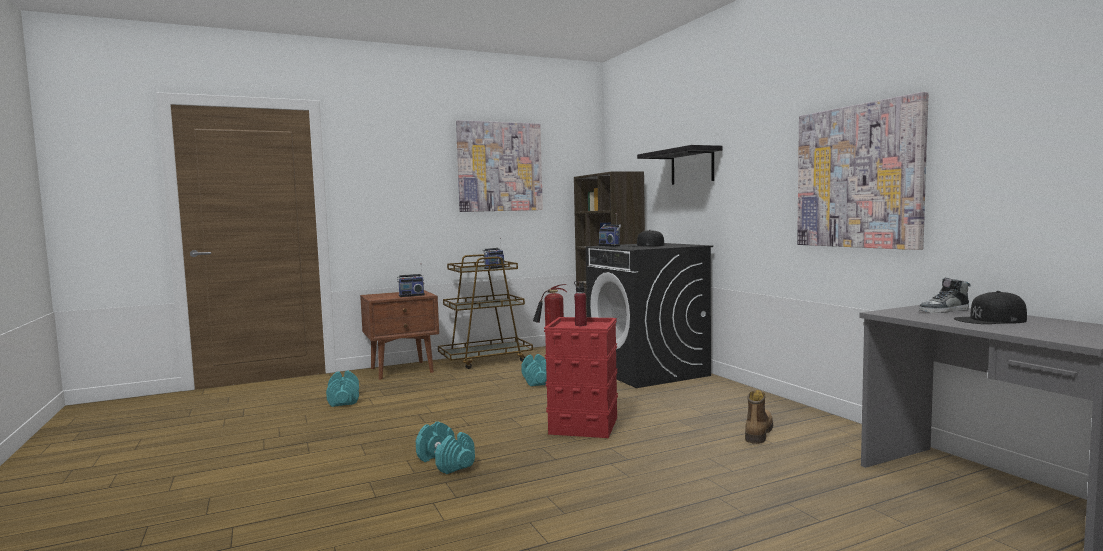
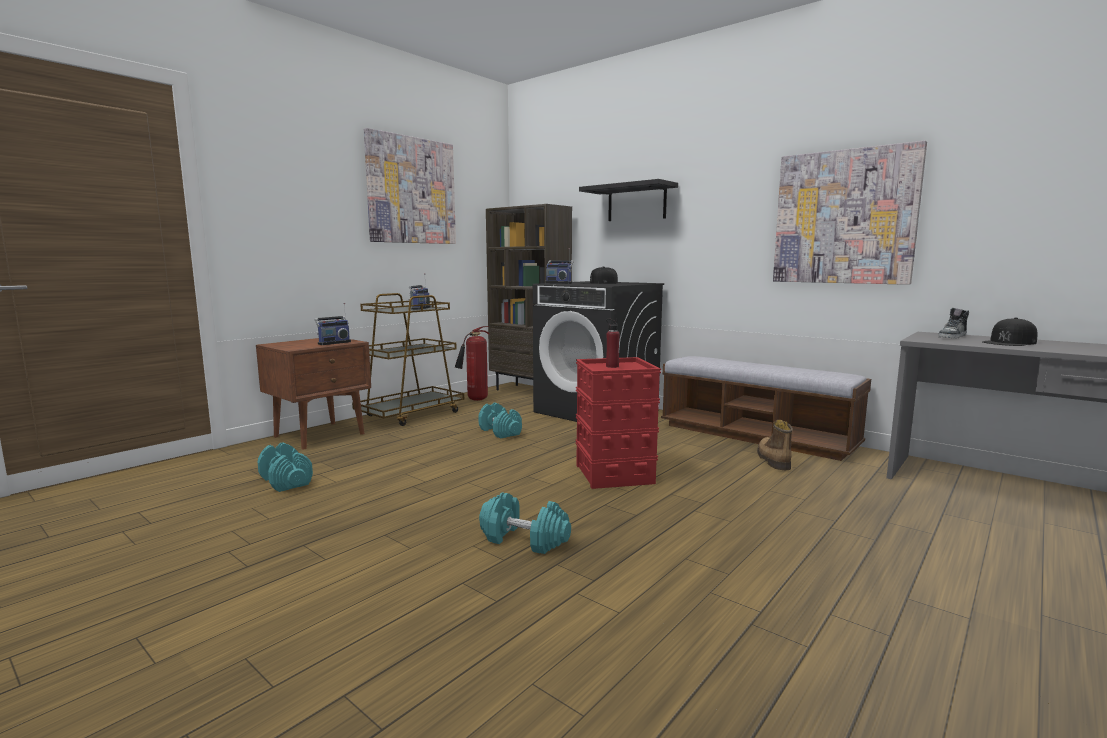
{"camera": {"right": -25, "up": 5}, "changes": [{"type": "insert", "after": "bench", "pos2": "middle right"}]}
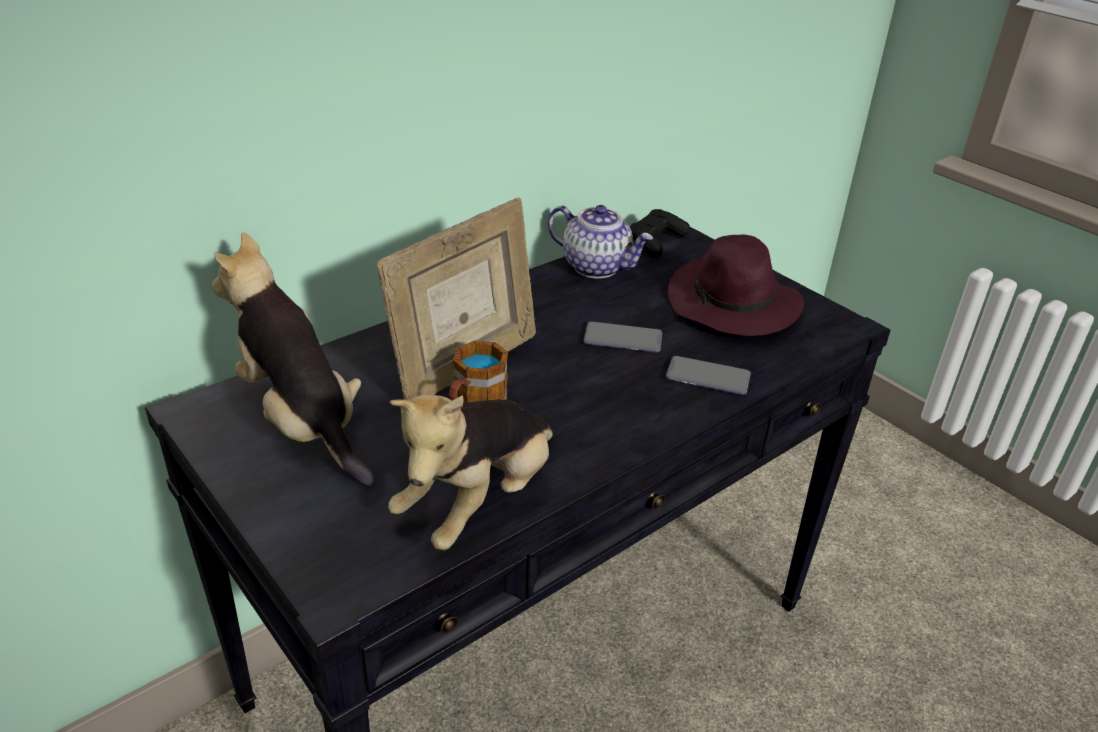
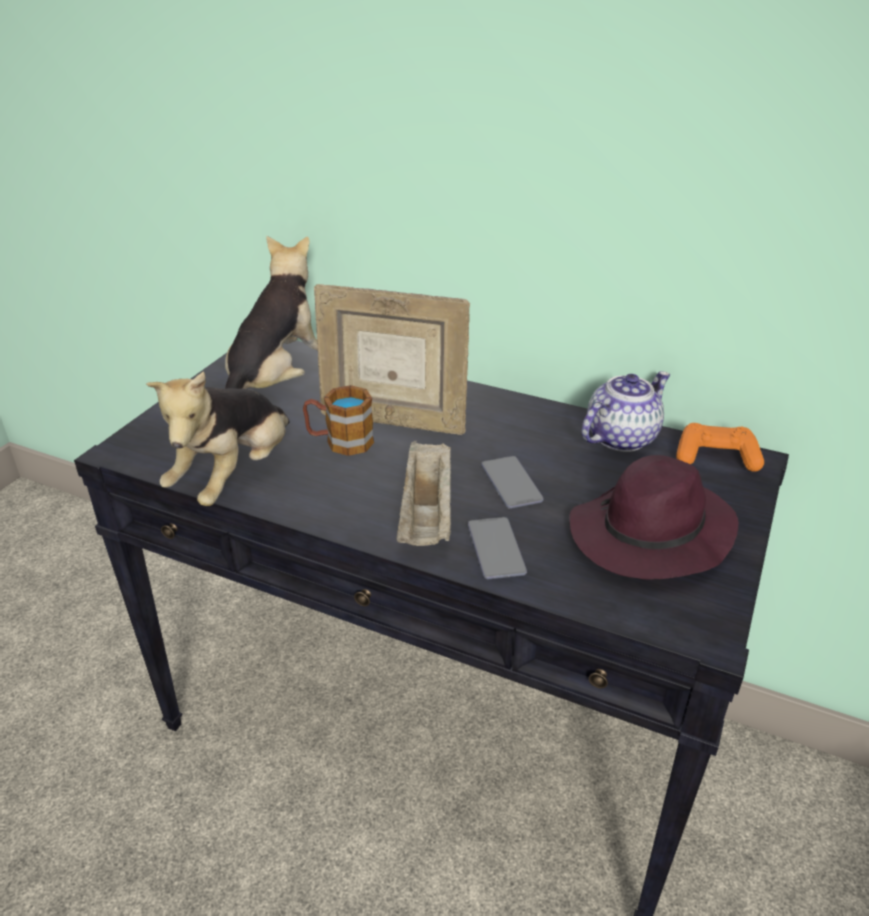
{"camera": {"right": 65, "up": 0}, "changes": [{"type": "insert", "after": "tray in beige", "pos2": "centre"}, {"type": "recolor", "before": "game controller in black", "after": "game controller in orange", "pos1": "top centre", "pos2": "middle right"}, {"type": "rotate", "before": "plush toy (2nd from left in the first image)", "pos1": "centre", "pos2": "middle left", "turn": -75}, {"type": "rotate", "before": "teapot", "pos1": "top centre", "pos2": "middle right", "turn": -135}]}
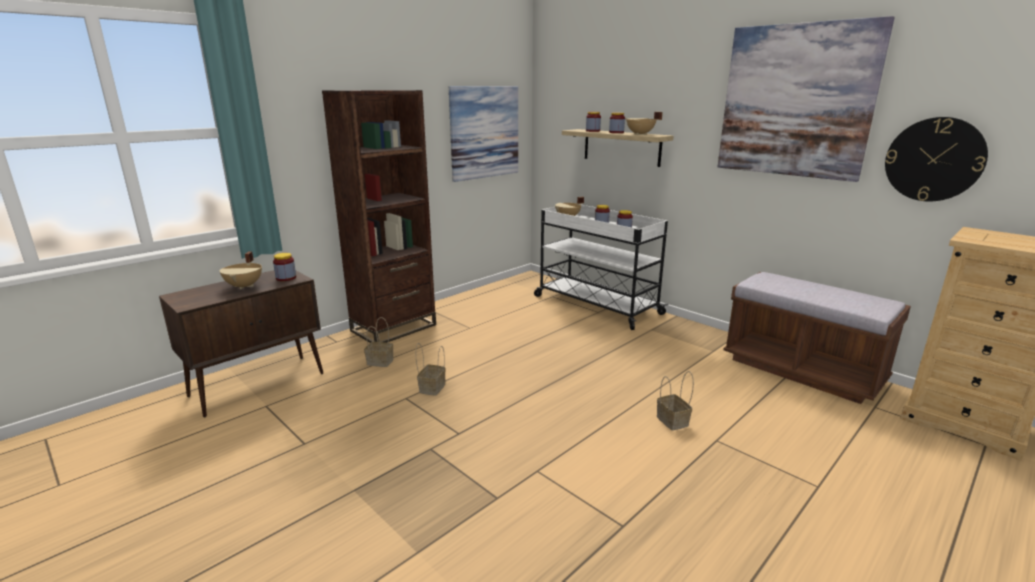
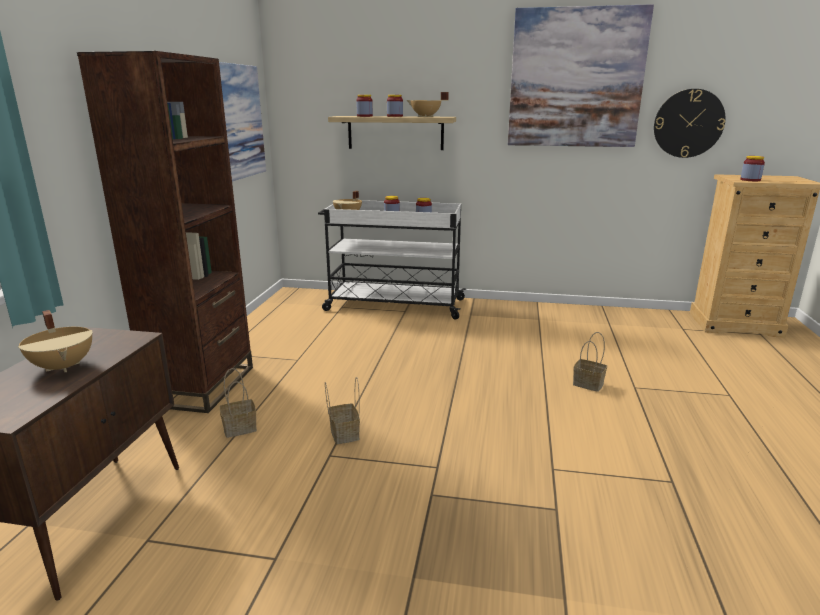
{"camera": {"right": -35, "up": 0}, "changes": [{"type": "delete", "before": "bench in brown", "pos1": "middle right"}, {"type": "move", "before": "jar (1st from left in the first image)", "after": "jar (5th from left)", "pos1": "middle left", "pos2": "top right"}]}
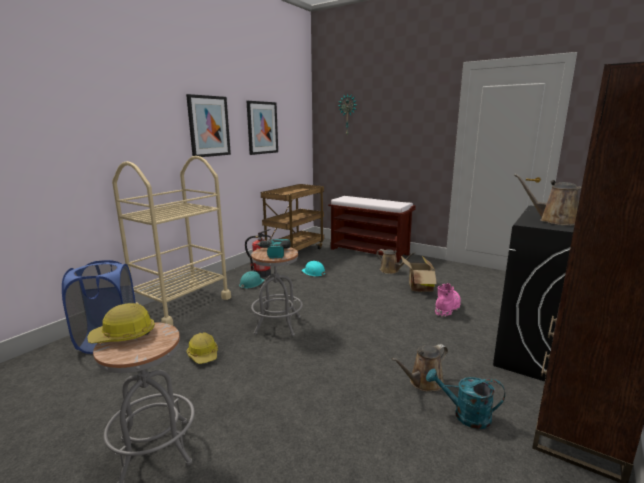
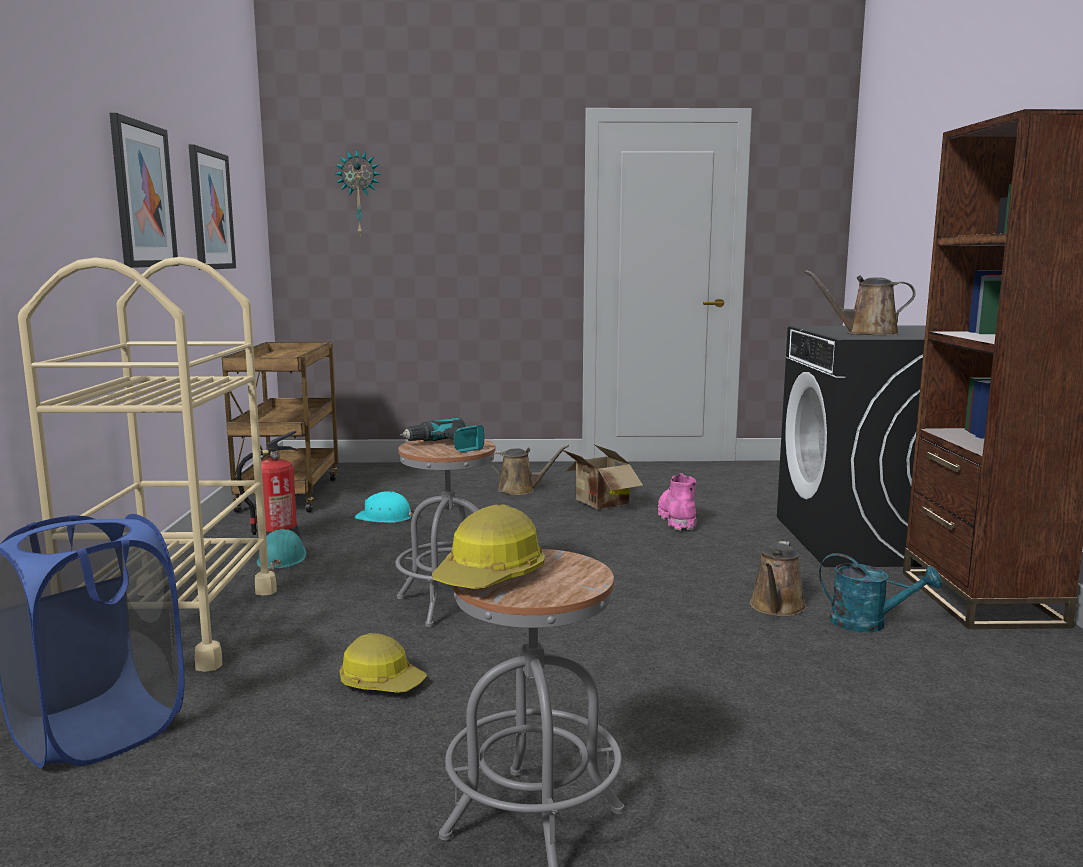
{"camera": {"right": -35, "up": -5}, "changes": [{"type": "delete", "before": "bench in brown", "pos1": "centre"}, {"type": "rotate", "before": "watering can in turquoise", "pos1": "bottom right", "pos2": "bottom right", "turn": -135}]}
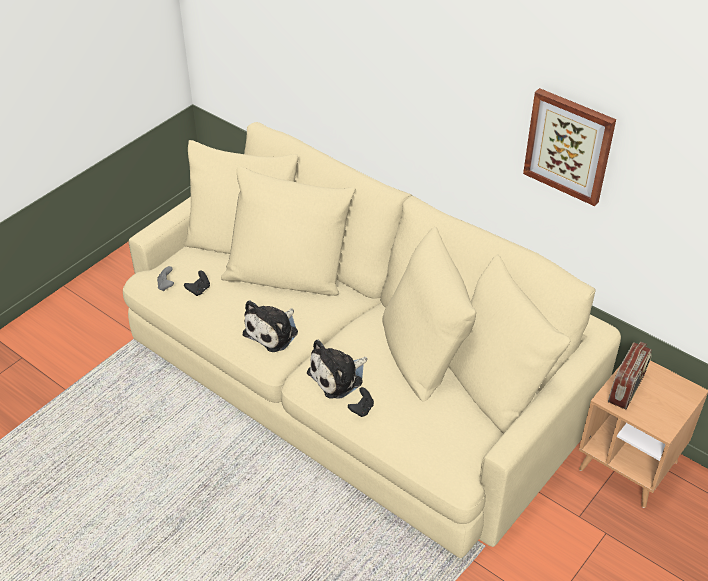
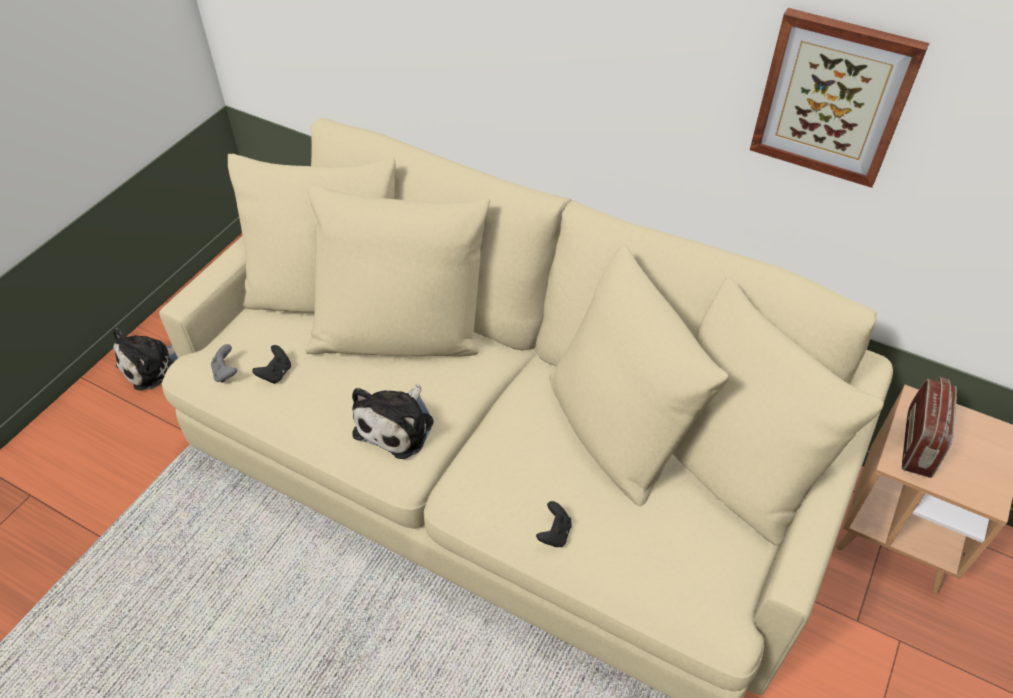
{"camera": {"right": -10, "up": 5}, "changes": [{"type": "move", "before": "plush toy (2nd from left in the first image)", "after": "plush toy (1st from left)", "pos1": "centre", "pos2": "middle left"}]}
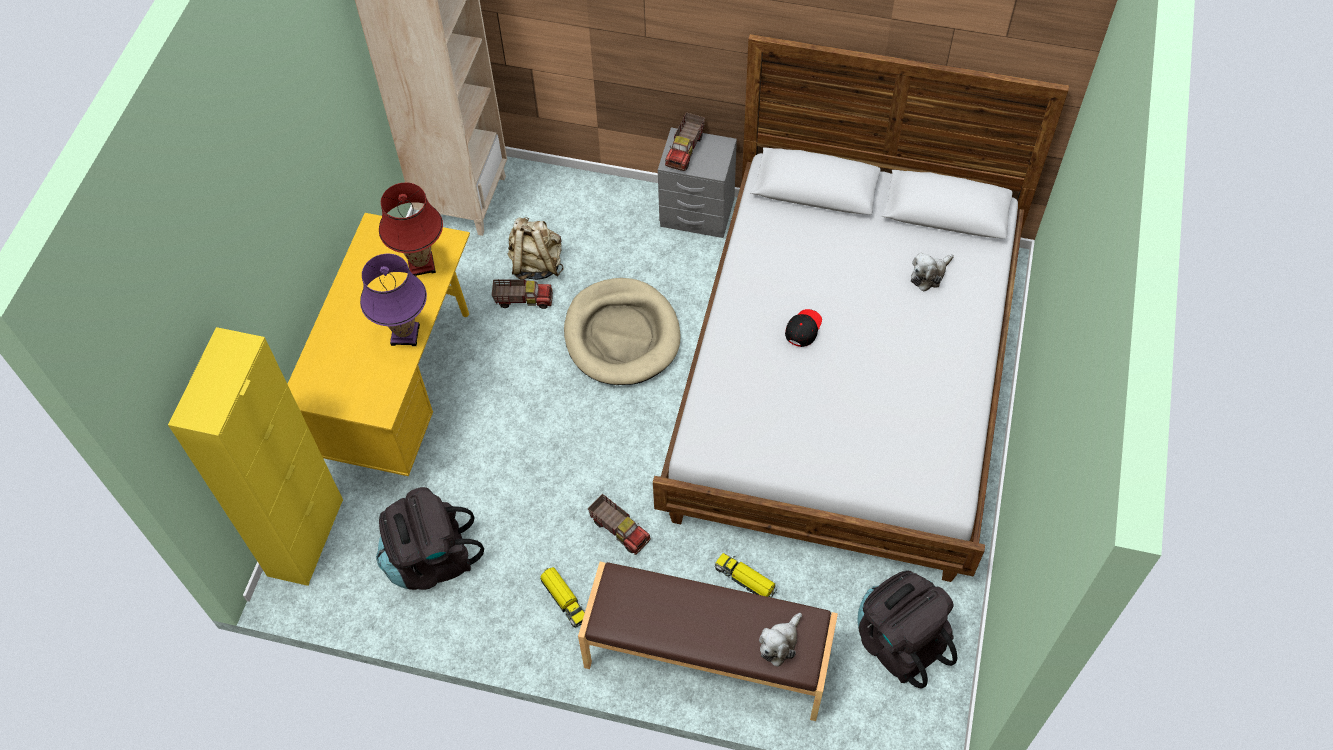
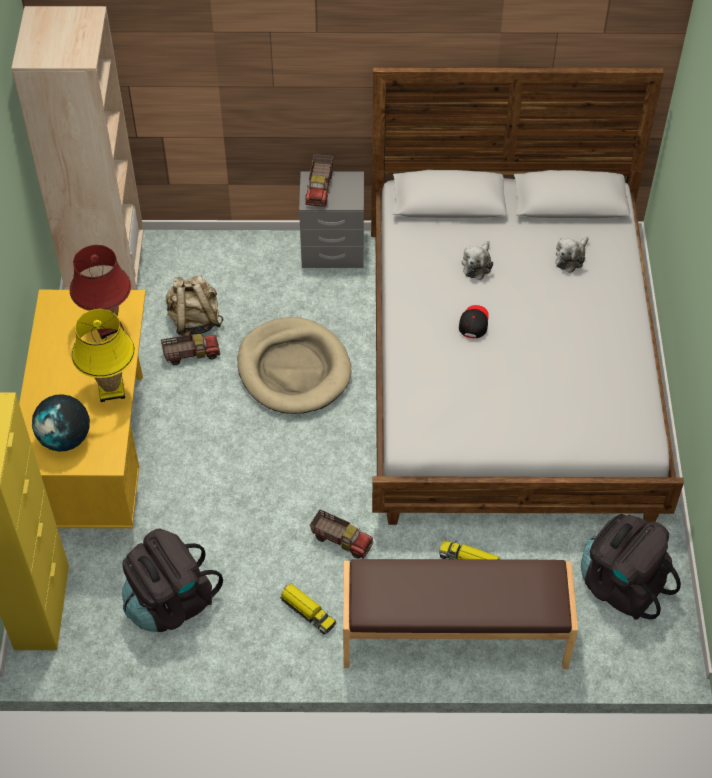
{"camera": {"right": -15, "up": -5}, "changes": [{"type": "insert", "after": "globe", "pos2": "middle left"}, {"type": "move", "before": "plush toy (1st from left)", "pos1": "bottom centre", "pos2": "middle right"}, {"type": "recolor", "before": "table lamp in purple", "after": "table lamp in yellow", "pos1": "middle left", "pos2": "middle left"}]}
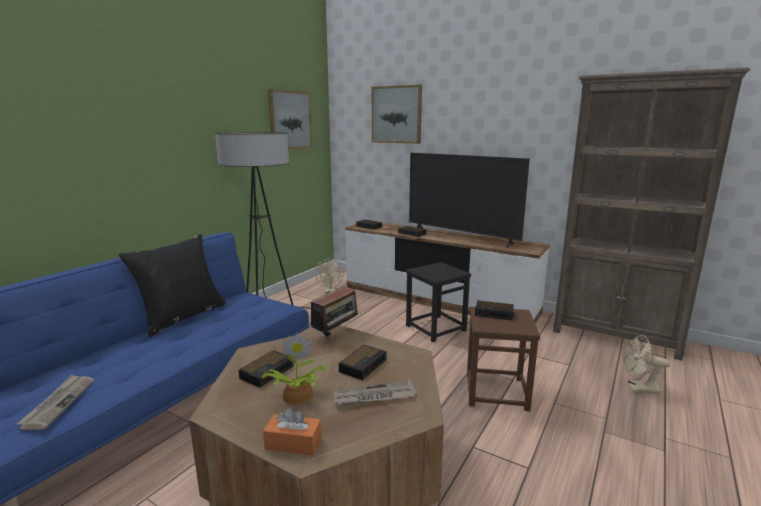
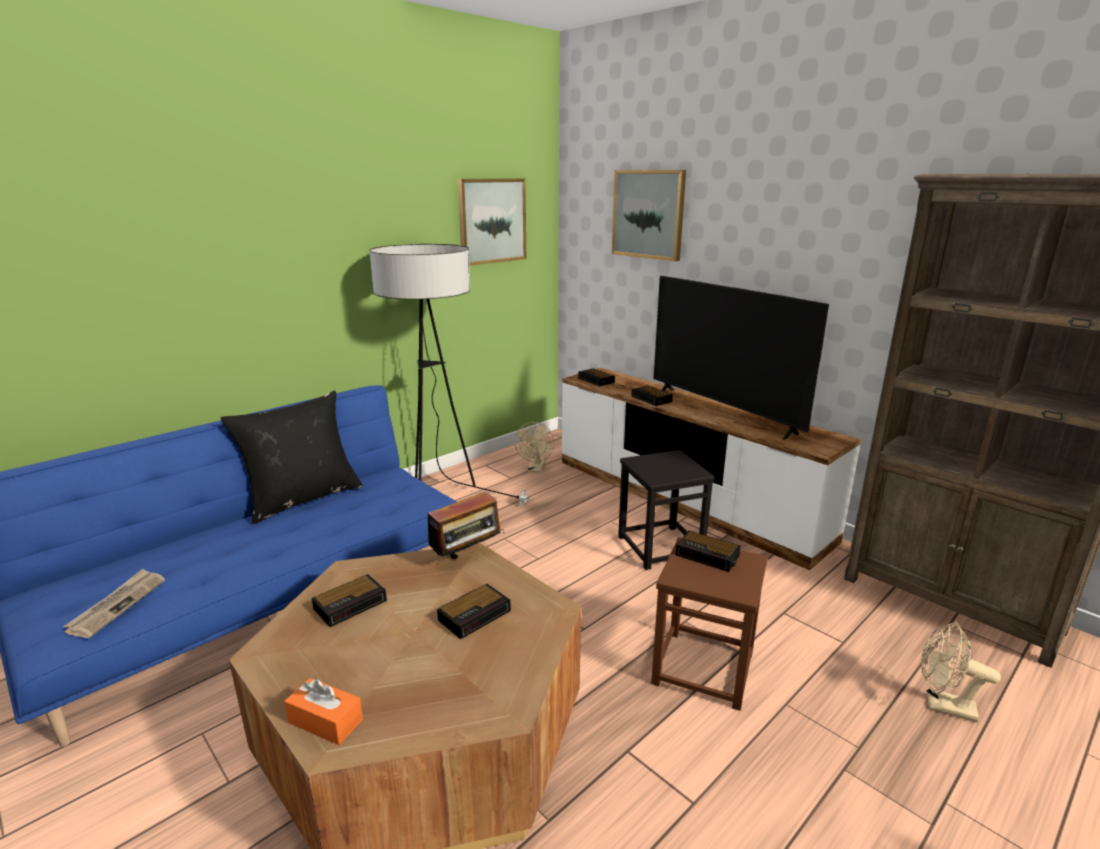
{"camera": {"right": 15, "up": 5}, "changes": [{"type": "delete", "before": "potted plant", "pos1": "bottom centre"}, {"type": "delete", "before": "newspaper (2nd from left)", "pos1": "bottom centre"}]}
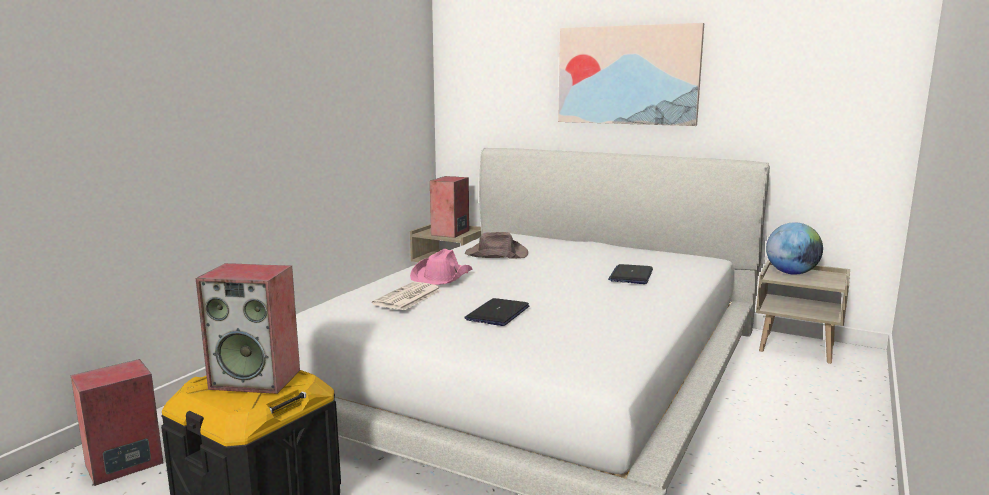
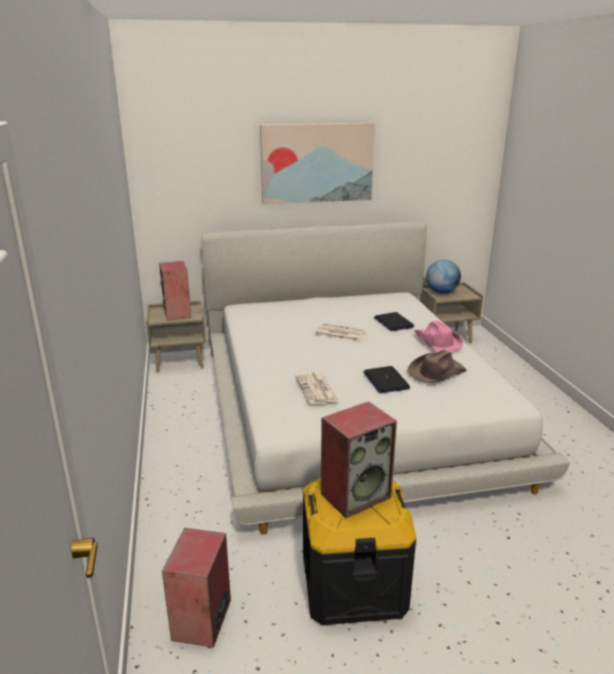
{"camera": {"right": -40, "up": 10}, "changes": [{"type": "insert", "after": "newspaper (2nd from left)", "pos2": "centre"}, {"type": "move", "before": "hat in pink", "pos1": "centre", "pos2": "middle right"}, {"type": "move", "before": "hat in brown", "pos1": "centre", "pos2": "middle right"}]}
